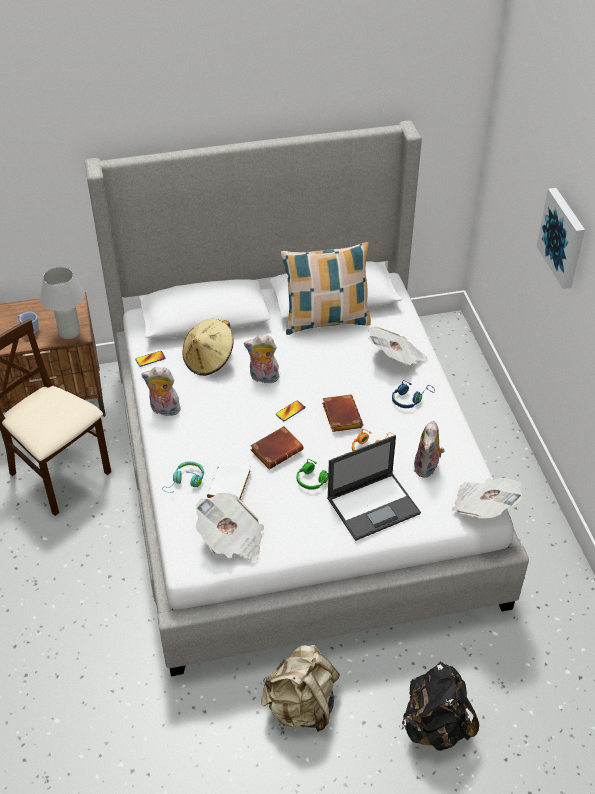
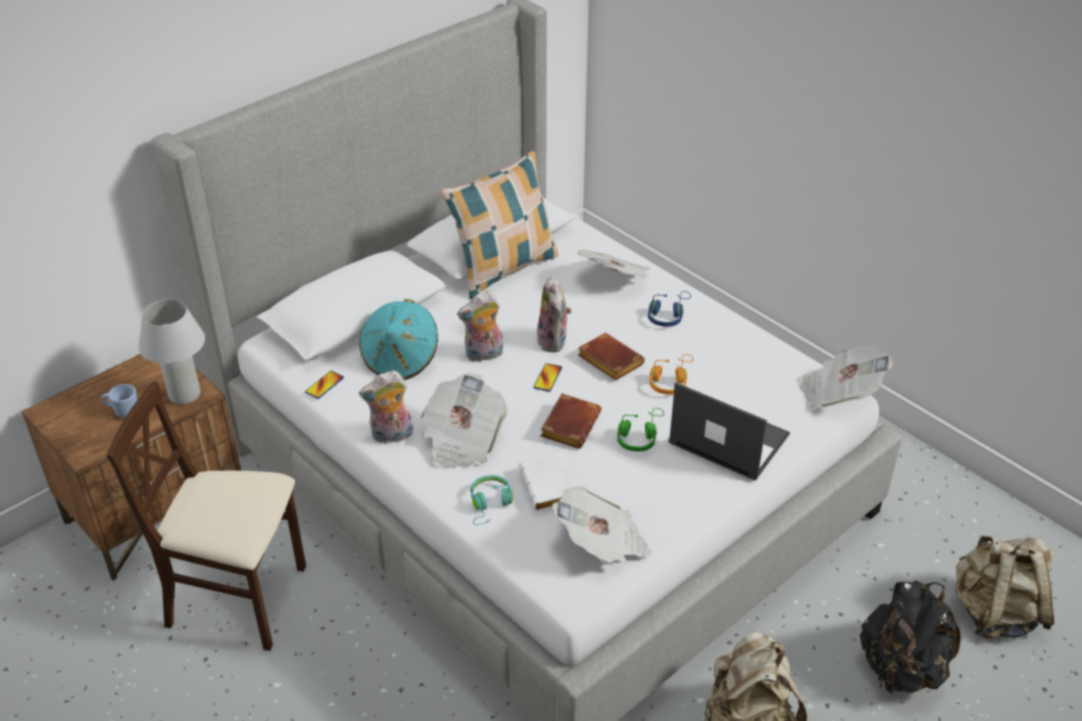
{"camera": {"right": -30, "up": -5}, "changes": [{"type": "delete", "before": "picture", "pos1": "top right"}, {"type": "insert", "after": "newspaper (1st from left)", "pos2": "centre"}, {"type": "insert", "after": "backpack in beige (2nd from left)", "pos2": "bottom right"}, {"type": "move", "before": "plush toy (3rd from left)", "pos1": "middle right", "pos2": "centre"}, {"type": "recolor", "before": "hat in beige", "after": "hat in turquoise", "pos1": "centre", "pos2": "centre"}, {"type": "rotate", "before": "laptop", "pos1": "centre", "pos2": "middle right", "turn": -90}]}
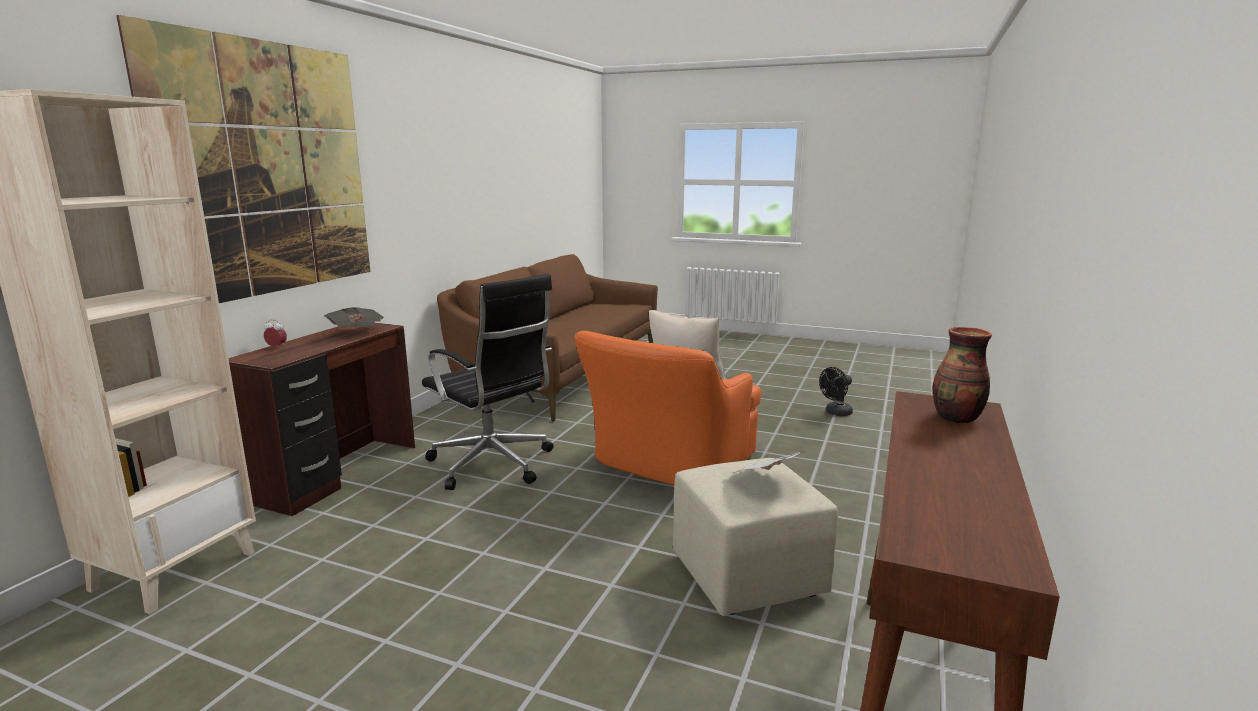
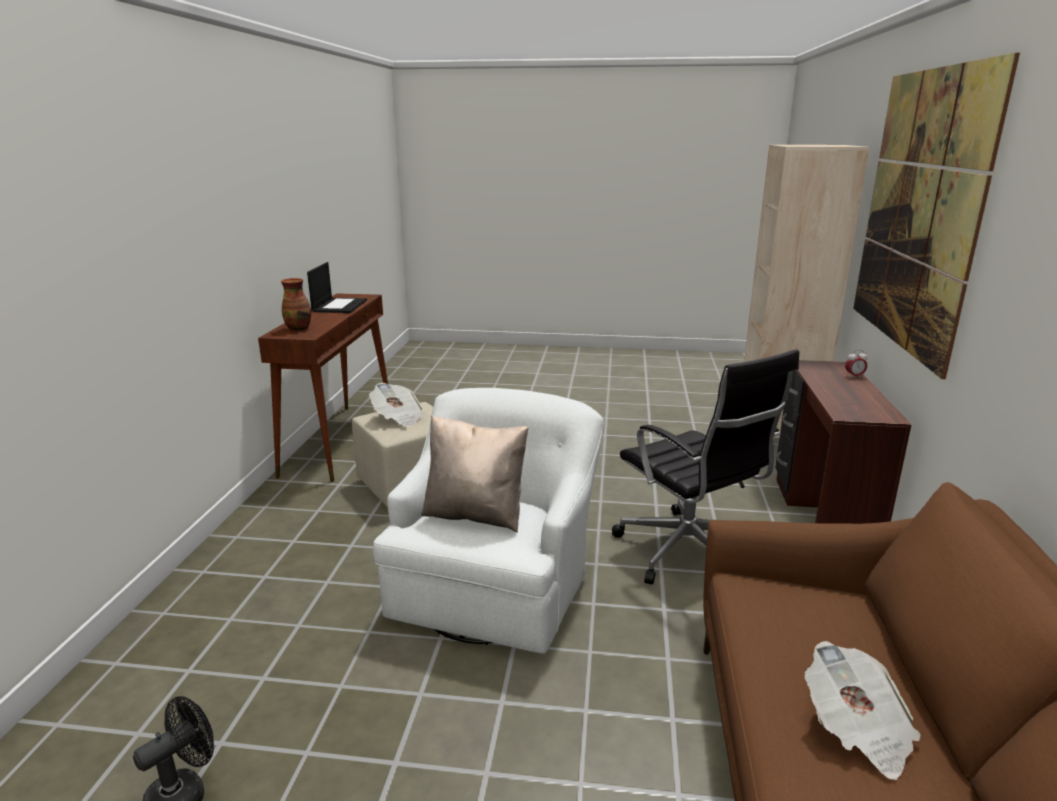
{"camera": {"right": 165, "up": 5}, "changes": [{"type": "insert", "after": "laptop", "pos2": "middle left"}, {"type": "move", "before": "newspaper (1st from left in the first image)", "after": "newspaper (2nd from left)", "pos1": "middle left", "pos2": "bottom right"}, {"type": "recolor", "before": "armchair in orange", "after": "armchair in white", "pos1": "centre", "pos2": "centre"}, {"type": "rotate", "before": "office chair in black", "pos1": "centre", "pos2": "middle right", "turn": -150}]}
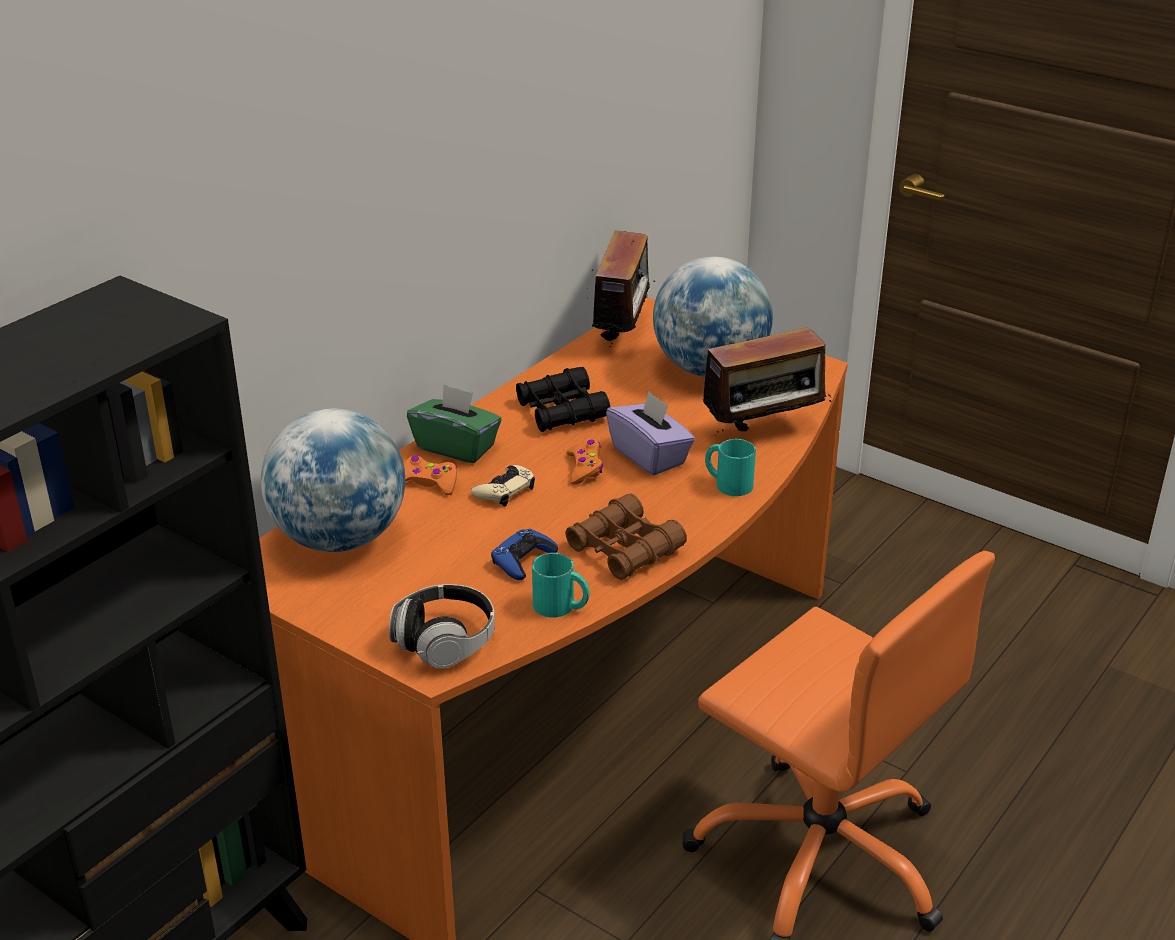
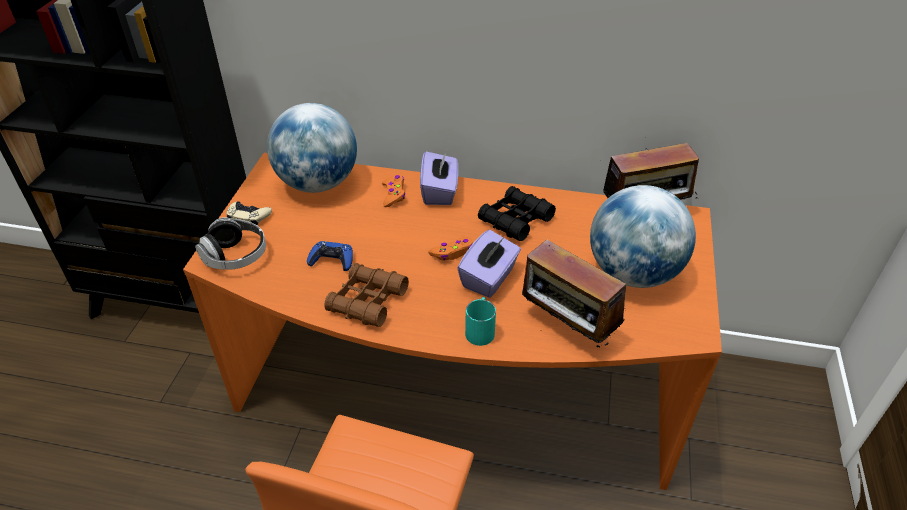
{"camera": {"right": 65, "up": 10}, "changes": [{"type": "delete", "before": "mug in turquoise (1st from left)", "pos1": "centre"}, {"type": "move", "before": "game controller in beige", "pos1": "centre", "pos2": "middle left"}, {"type": "recolor", "before": "tissue box in green", "after": "tissue box in purple (1st from left)", "pos1": "centre", "pos2": "centre"}]}
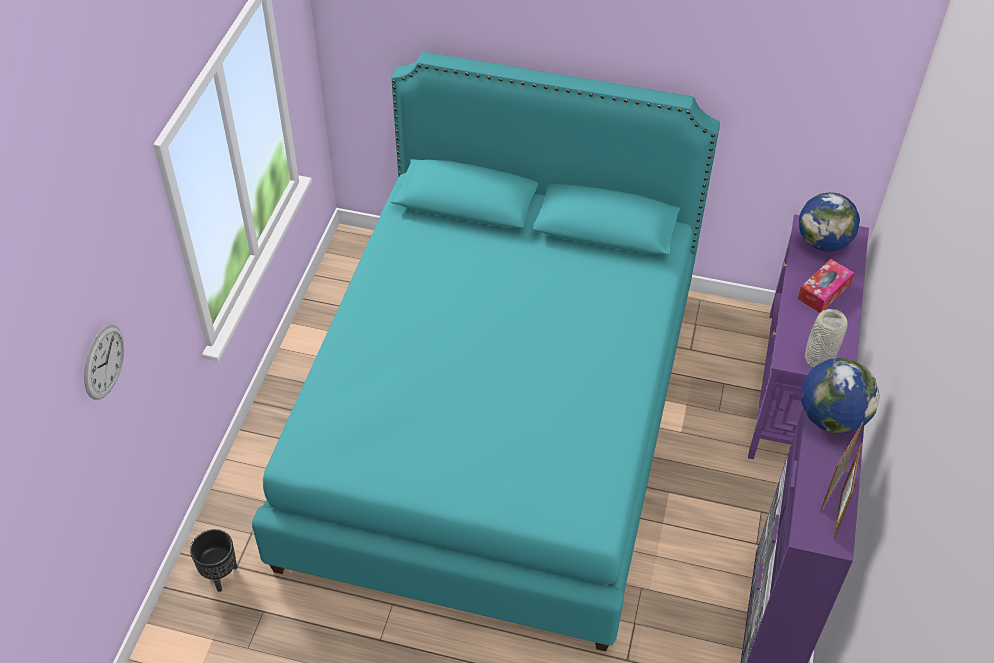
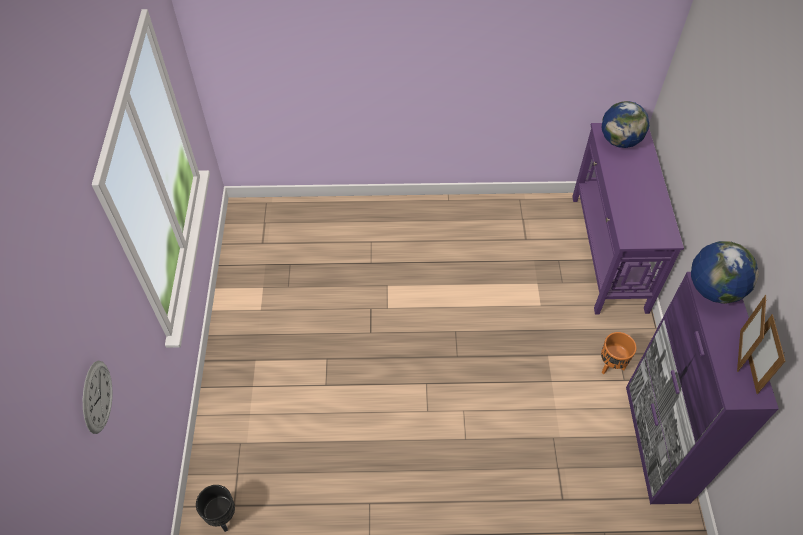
{"camera": {"right": -15, "up": 5}, "changes": [{"type": "delete", "before": "bed in turquoise", "pos1": "centre"}, {"type": "delete", "before": "tissue box", "pos1": "middle right"}, {"type": "delete", "before": "vase in grey", "pos1": "middle right"}, {"type": "insert", "after": "planter in orange", "pos2": "middle right"}]}
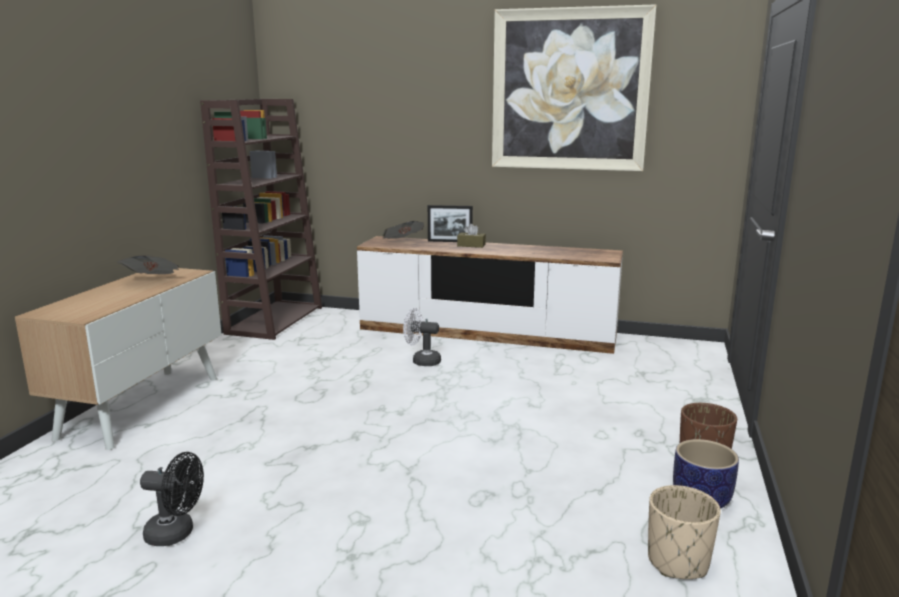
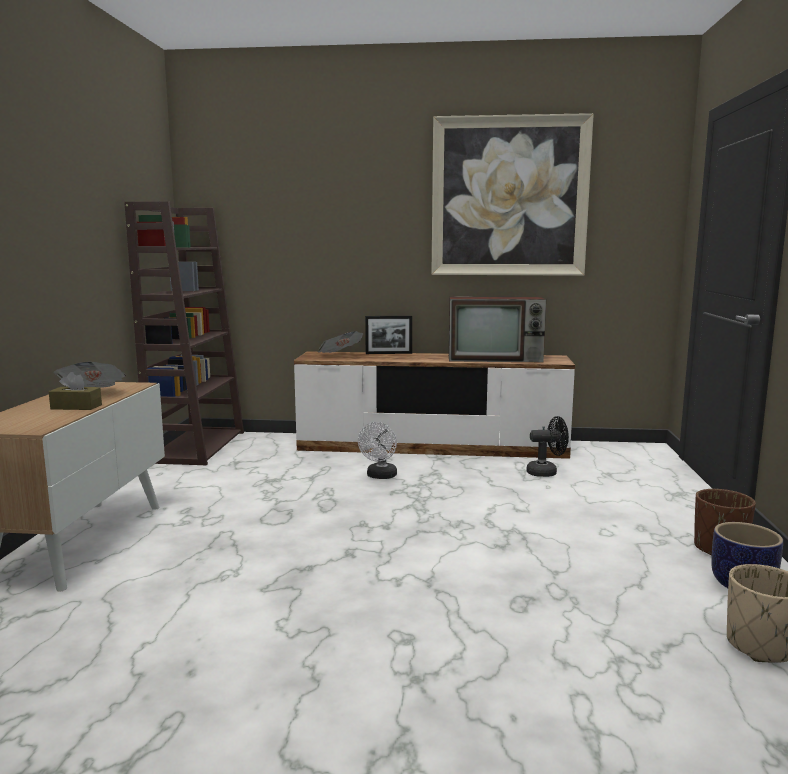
{"camera": {"right": -10, "up": -5}, "changes": [{"type": "insert", "after": "television", "pos2": "centre"}, {"type": "move", "before": "fan in black", "pos1": "bottom left", "pos2": "middle right"}, {"type": "move", "before": "tissue box in brown", "pos1": "centre", "pos2": "middle left"}, {"type": "rotate", "before": "fan in white", "pos1": "centre", "pos2": "centre", "turn": -75}]}
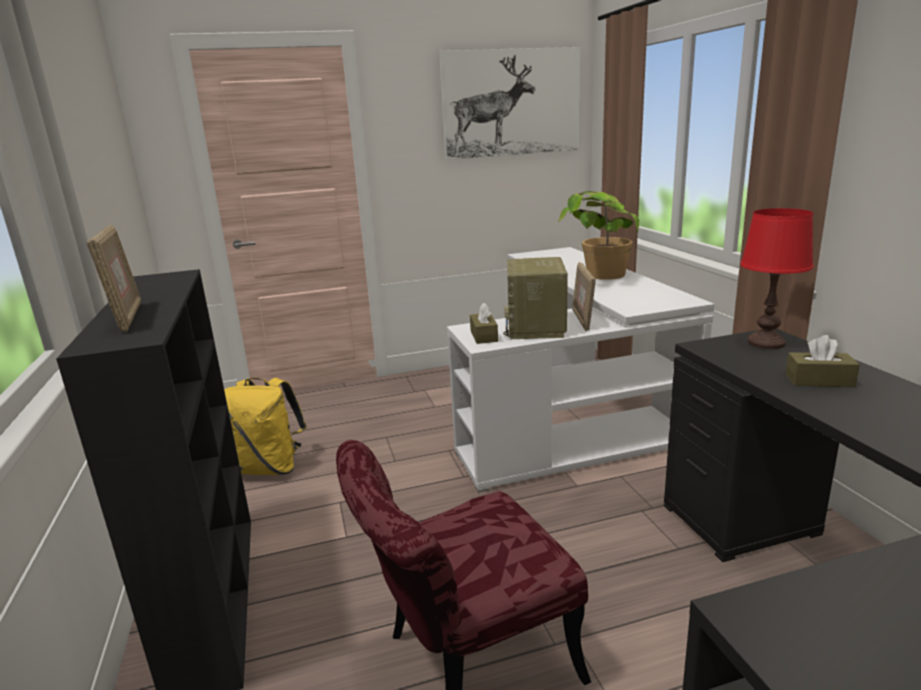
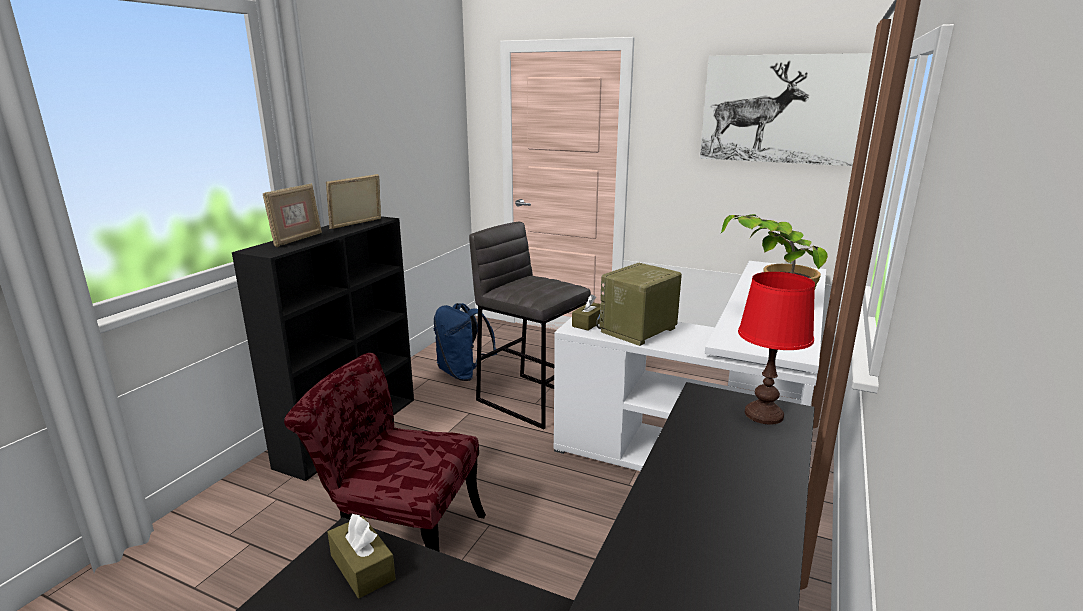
{"camera": {"right": 40, "up": 0}, "changes": [{"type": "insert", "after": "stool in grey", "pos2": "centre"}, {"type": "move", "before": "picture frame (2nd from left)", "pos1": "centre", "pos2": "top left"}, {"type": "move", "before": "tissue box in brown (2nd from left in the first image)", "after": "tissue box in brown (1st from left)", "pos1": "middle right", "pos2": "bottom centre"}, {"type": "recolor", "before": "backpack in yellow", "after": "backpack in blue", "pos1": "middle left", "pos2": "centre"}]}
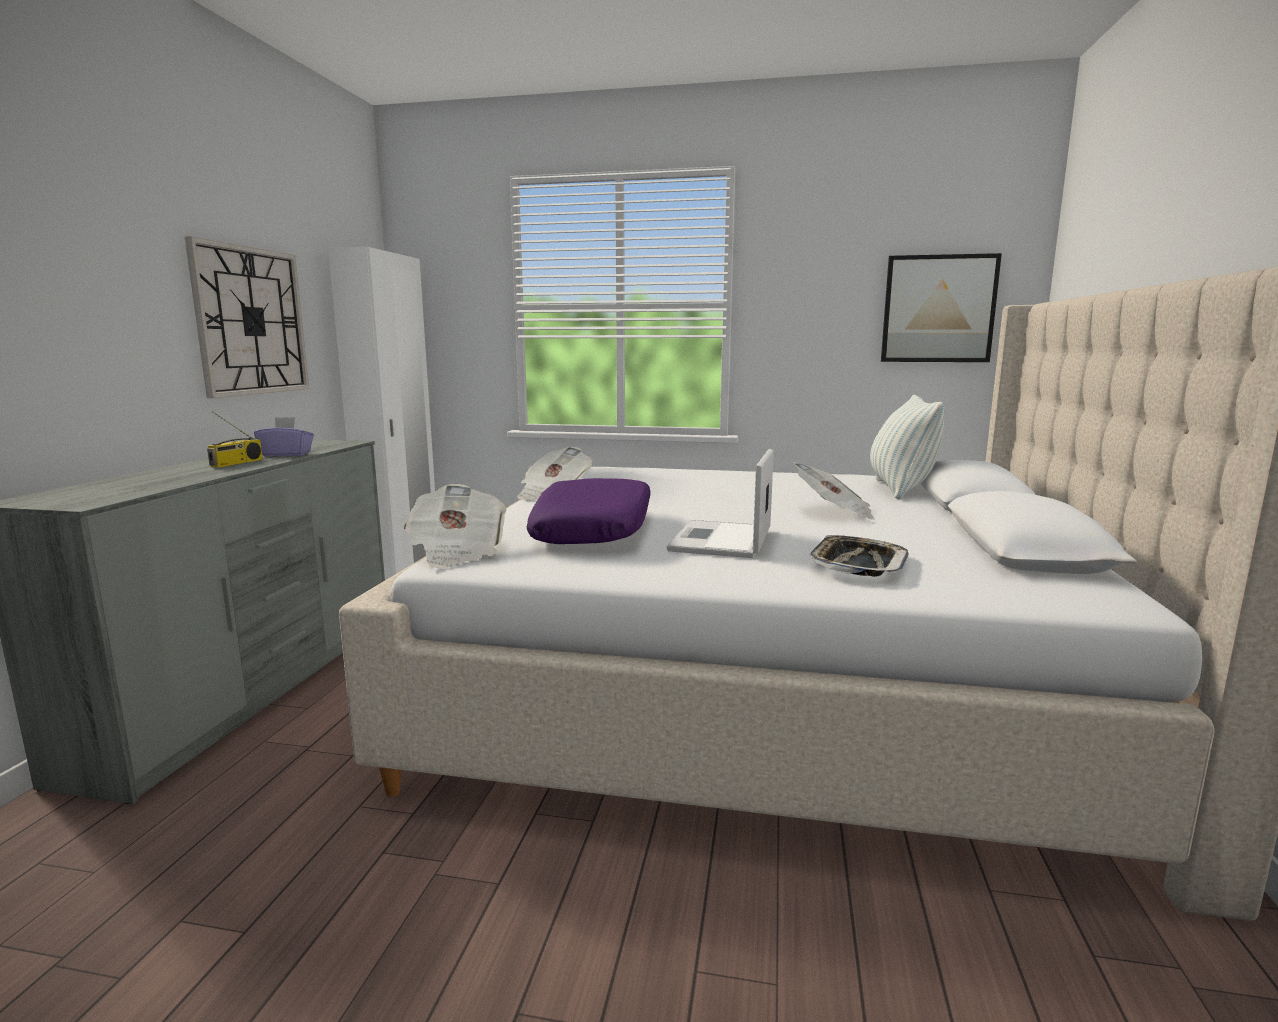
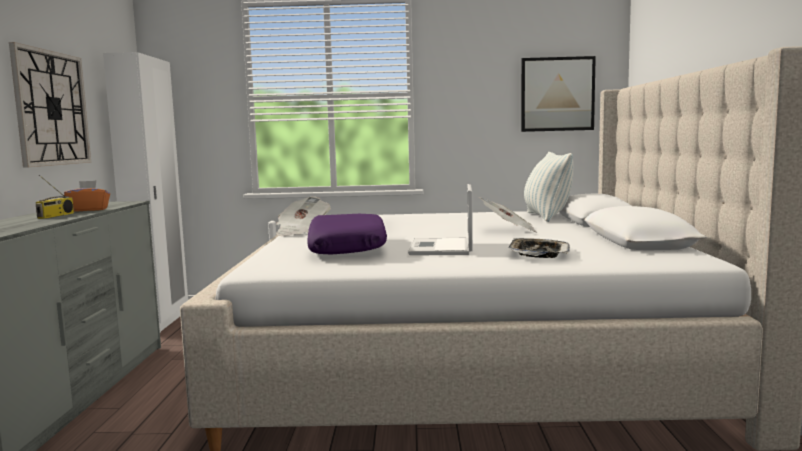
{"camera": {"right": -10, "up": -5}, "changes": [{"type": "delete", "before": "newspaper (1st from left)", "pos1": "centre"}, {"type": "recolor", "before": "tissue box in purple", "after": "tissue box in orange", "pos1": "middle left", "pos2": "middle left"}]}
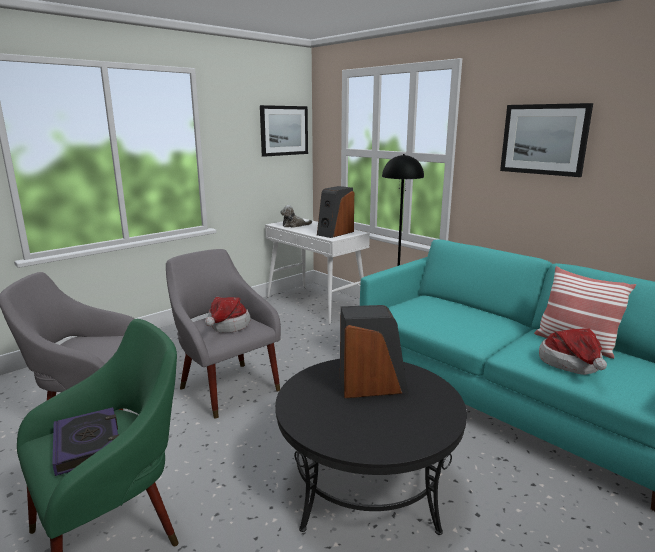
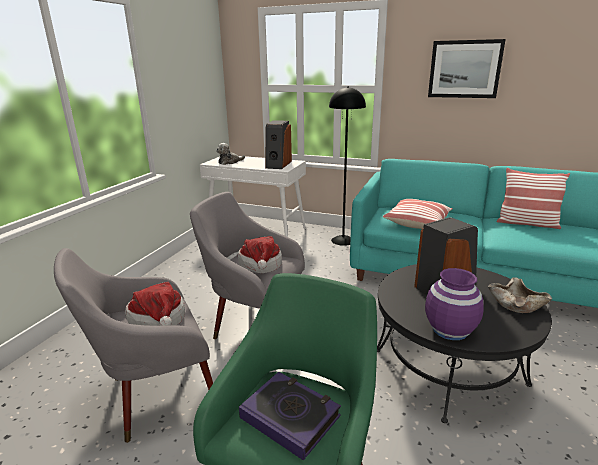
{"camera": {"right": -25, "up": 5}, "changes": [{"type": "delete", "before": "picture (1st from left)", "pos1": "top centre"}, {"type": "insert", "after": "pillow (1st from left)", "pos2": "middle right"}, {"type": "insert", "after": "vase in purple", "pos2": "middle right"}, {"type": "insert", "after": "bowl in beige", "pos2": "middle right"}, {"type": "move", "before": "hat (2nd from left in the first image)", "after": "hat (1st from left)", "pos1": "middle right", "pos2": "middle left"}]}
